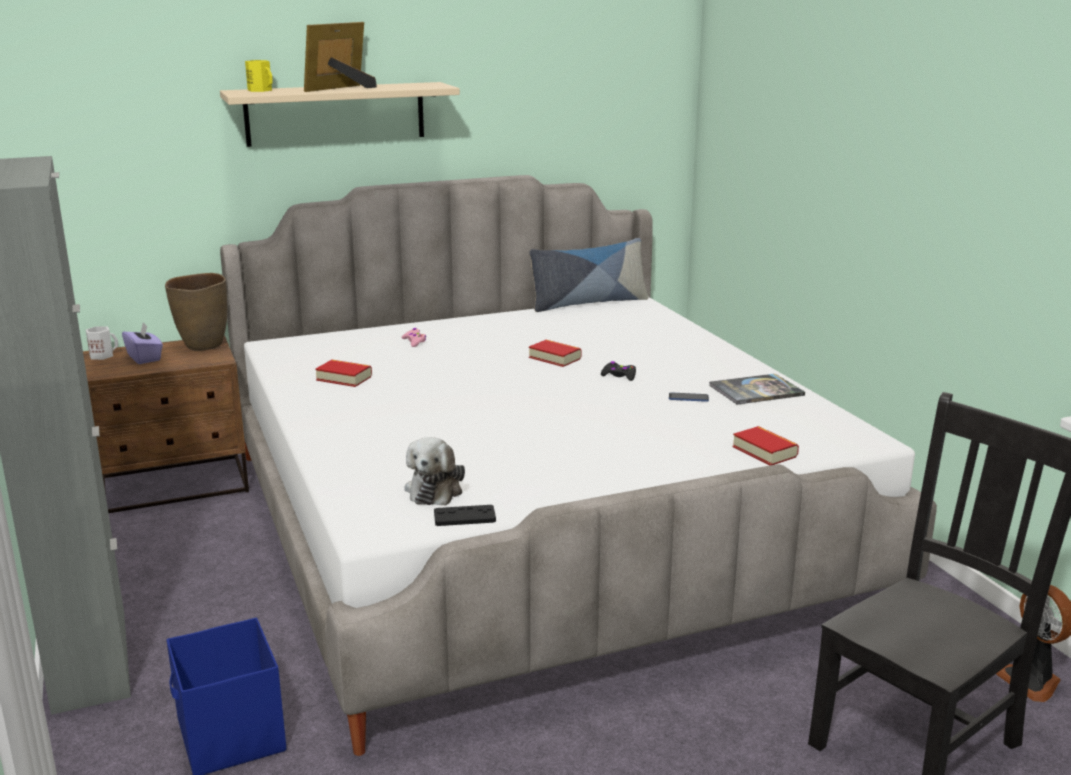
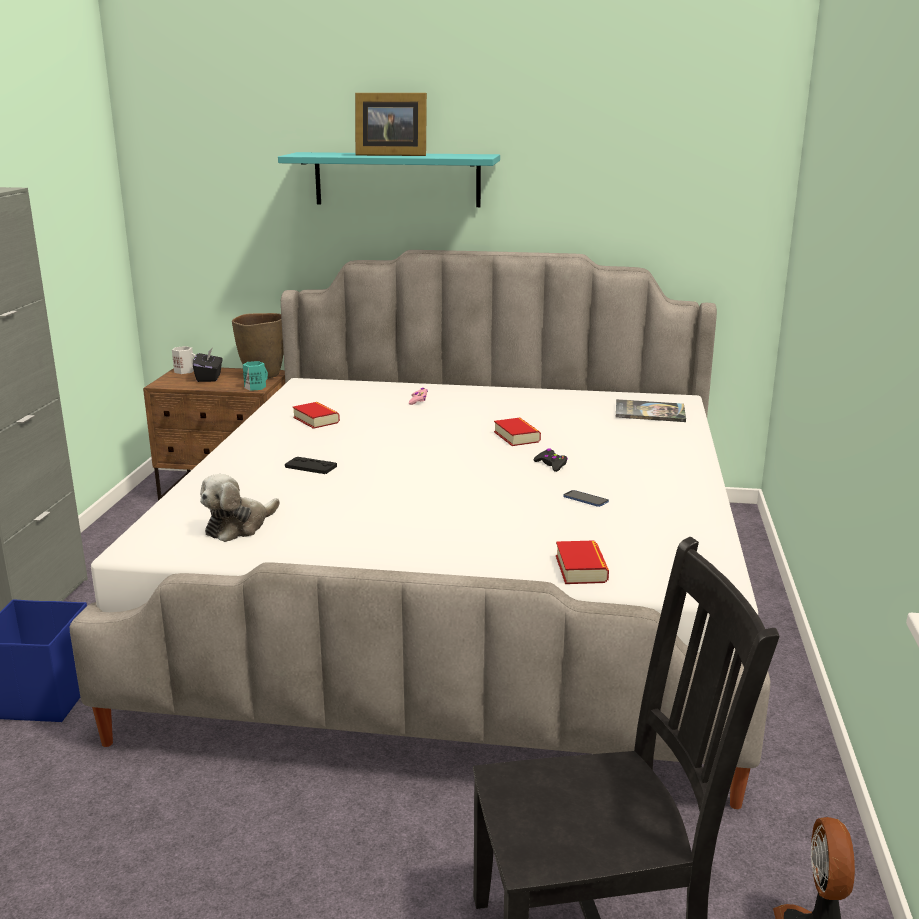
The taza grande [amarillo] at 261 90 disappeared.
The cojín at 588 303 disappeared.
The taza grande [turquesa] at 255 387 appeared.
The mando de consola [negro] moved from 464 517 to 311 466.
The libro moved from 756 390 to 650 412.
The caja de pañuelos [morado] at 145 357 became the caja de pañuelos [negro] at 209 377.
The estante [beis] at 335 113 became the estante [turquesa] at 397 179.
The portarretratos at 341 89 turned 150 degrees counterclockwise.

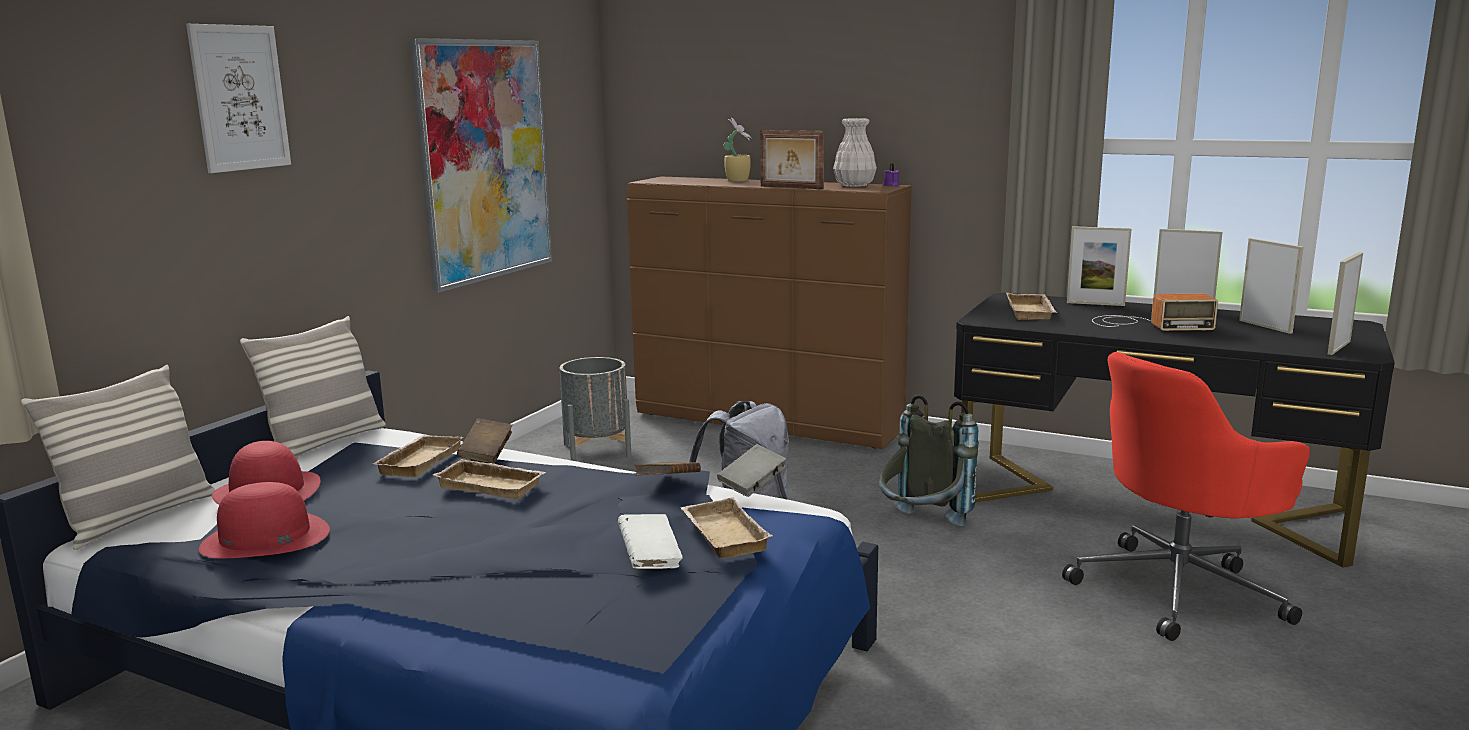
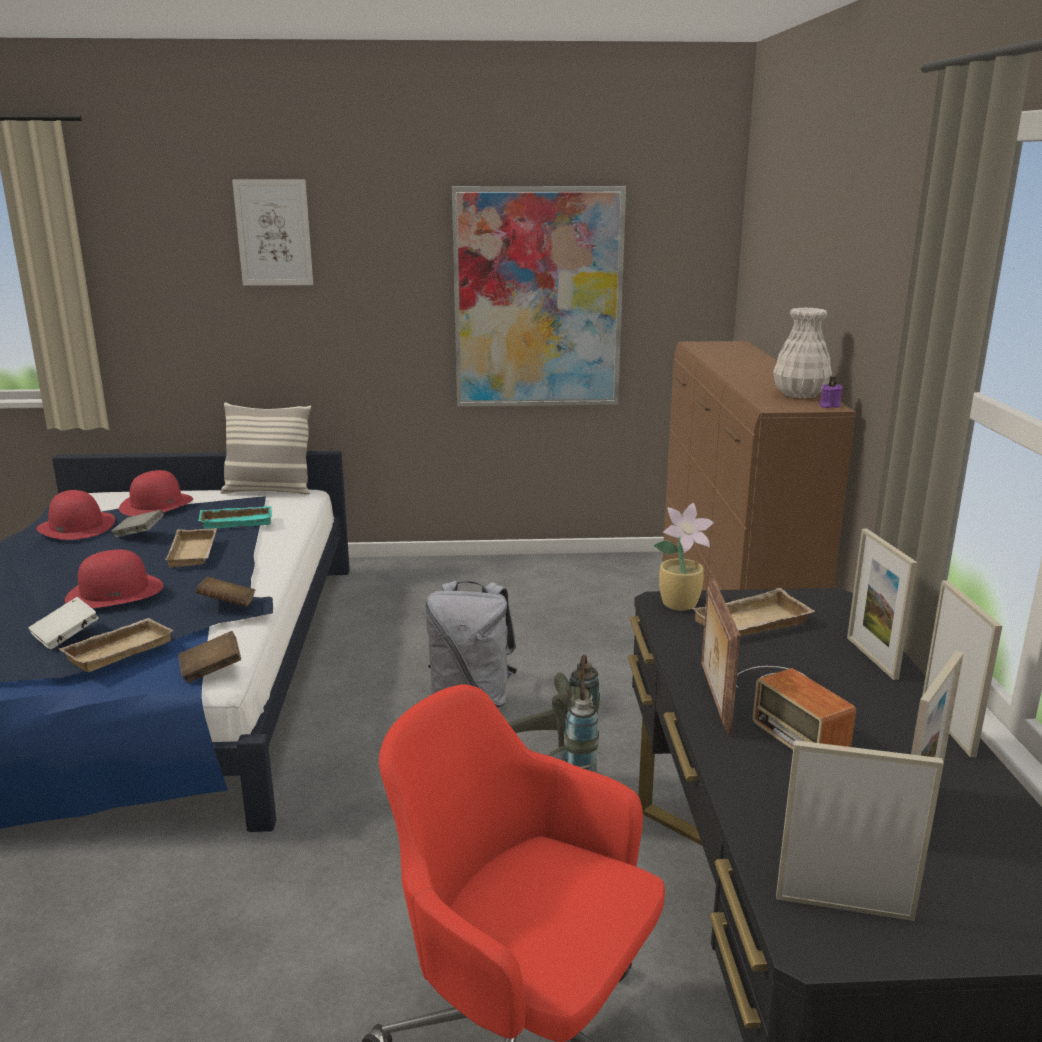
The cojín at 138 518 disappeared.
The maceta [gris] at 597 450 disappeared.
The sombrero [rojo] at 115 592 appeared.
The libro [marrón] moved from 487 454 to 211 670.
The libro [gris] moved from 752 485 to 139 534.
The planta en maceta moved from 738 180 to 681 604.
The portarretratos moved from 791 187 to 713 699.
The bandeja [beis] at 418 461 became the bandeja [turquesa] at 237 521.

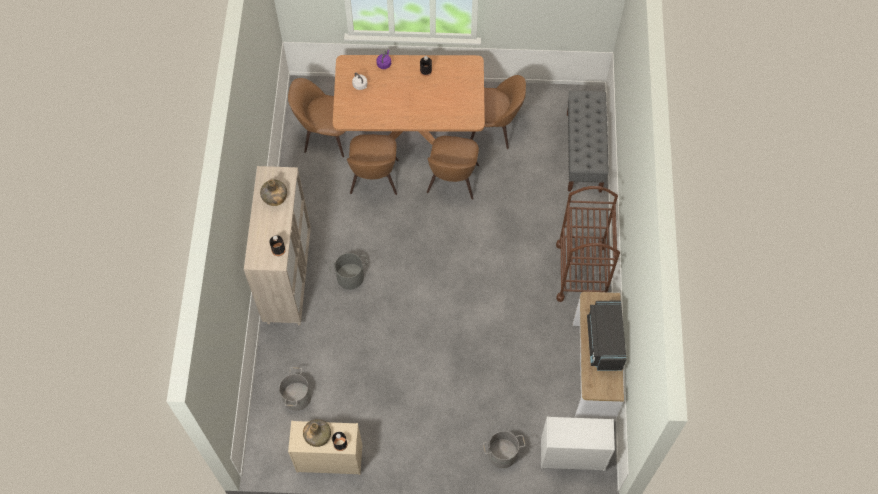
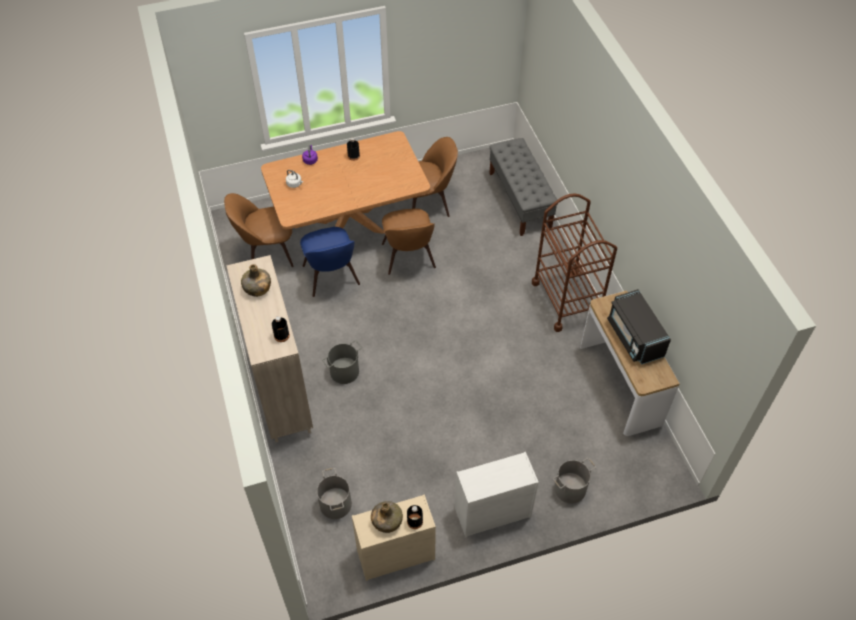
The cómoda [blanco] moved from 571 454 to 491 512.
The silla [marrón] at 374 179 became the silla [azul] at 331 277.

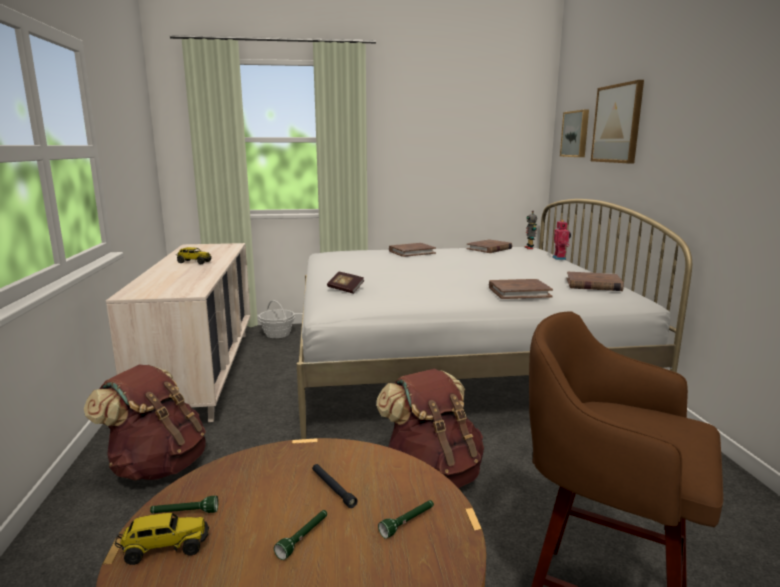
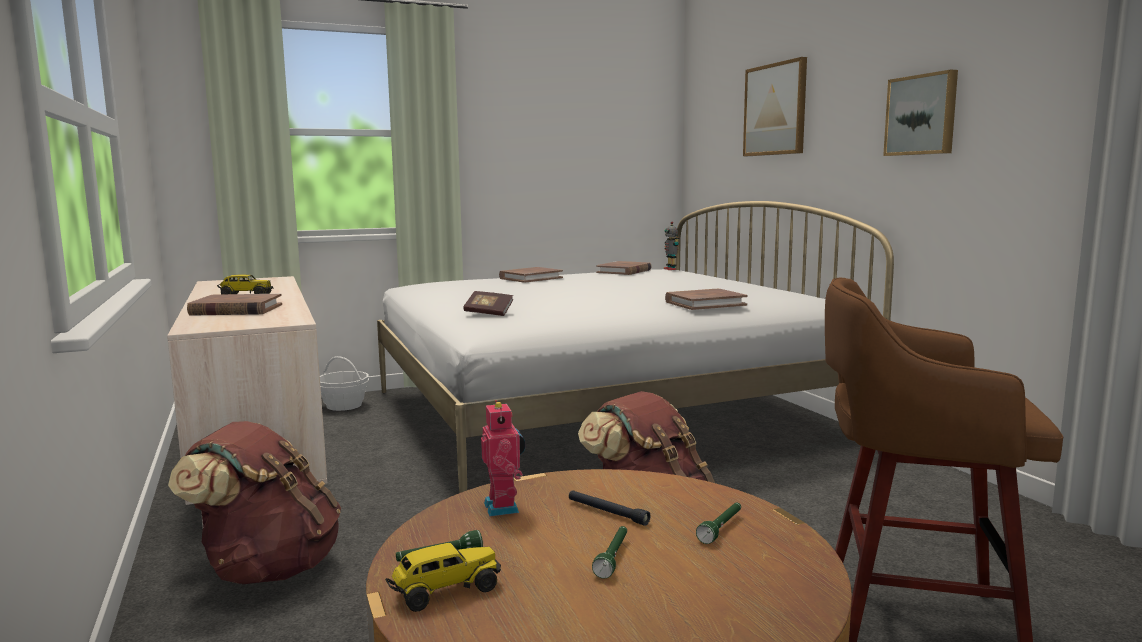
The robot de juguete moved from 560 258 to 504 507.
The cuadro moved from 576 134 to 922 115.
The libro [marrón] moved from 593 285 to 236 310.

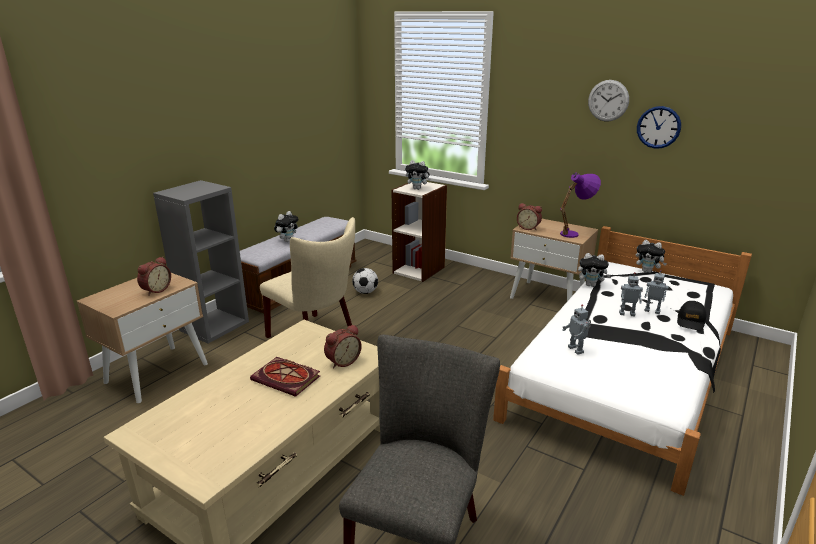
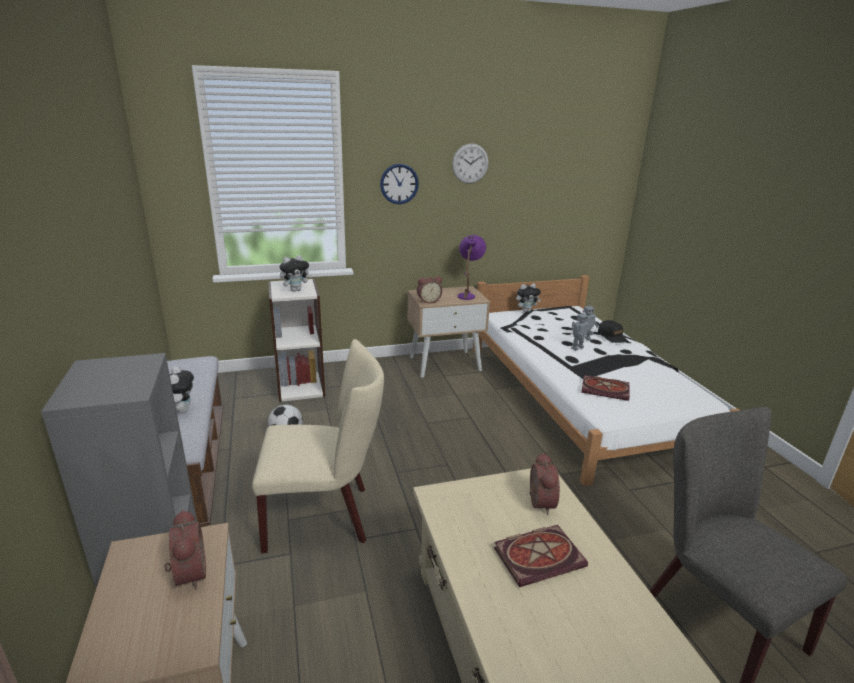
The peluche at 591 285 disappeared.
The reloj de pared moved from 658 127 to 399 184.
The robot de juguete at 576 349 was replaced by the libro at 606 389.

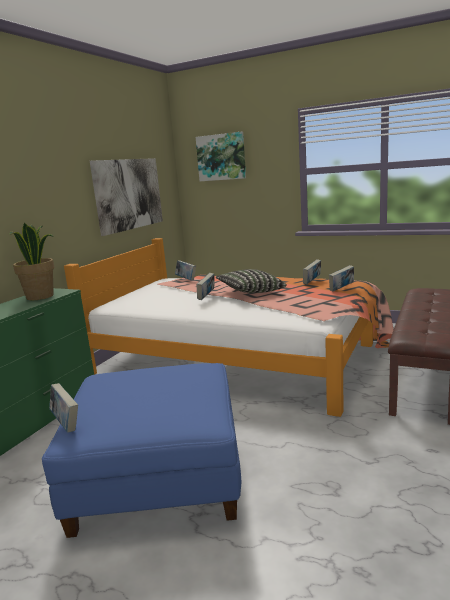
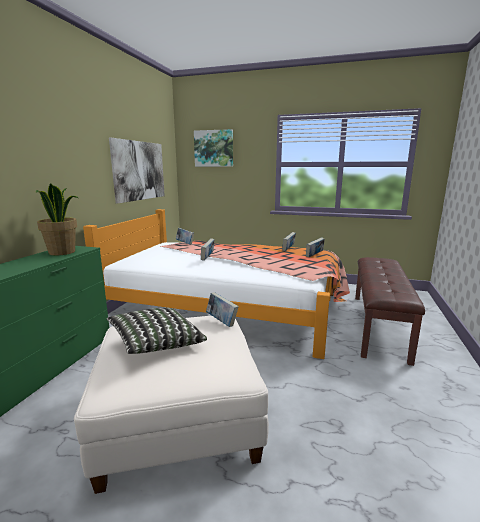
The libro moved from 66 424 to 222 321.
The cojín moved from 250 292 to 156 343.
The puf [azul] at 159 475 became the puf [blanco] at 179 418.

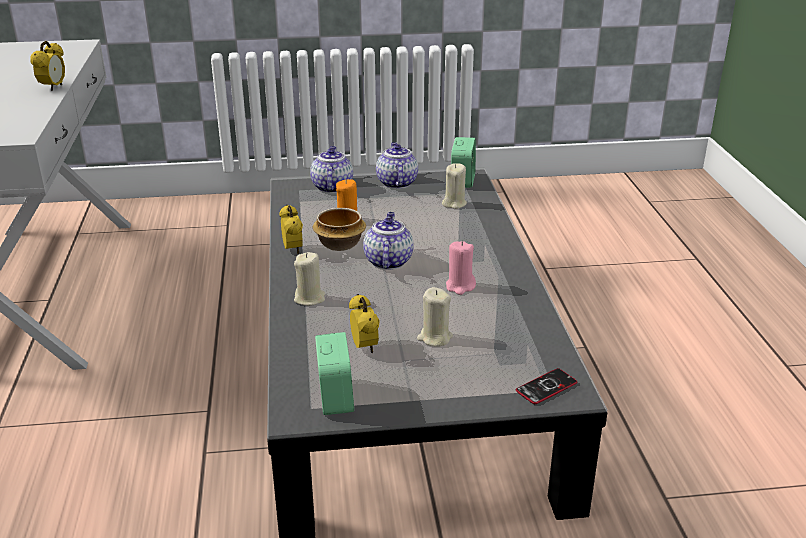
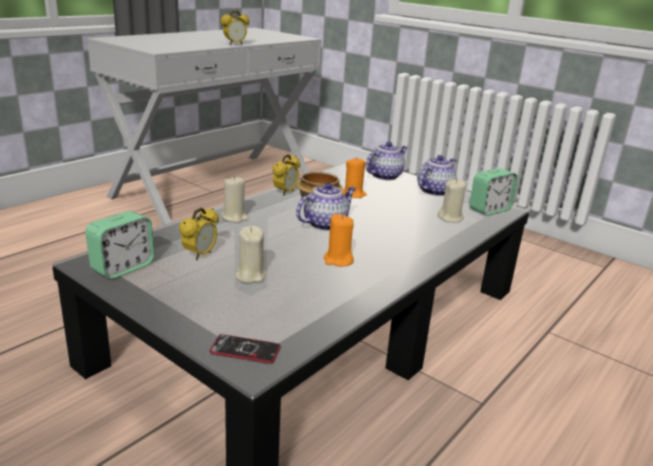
The vela [rosa] at 460 286 became the vela [naranja] at 338 260.

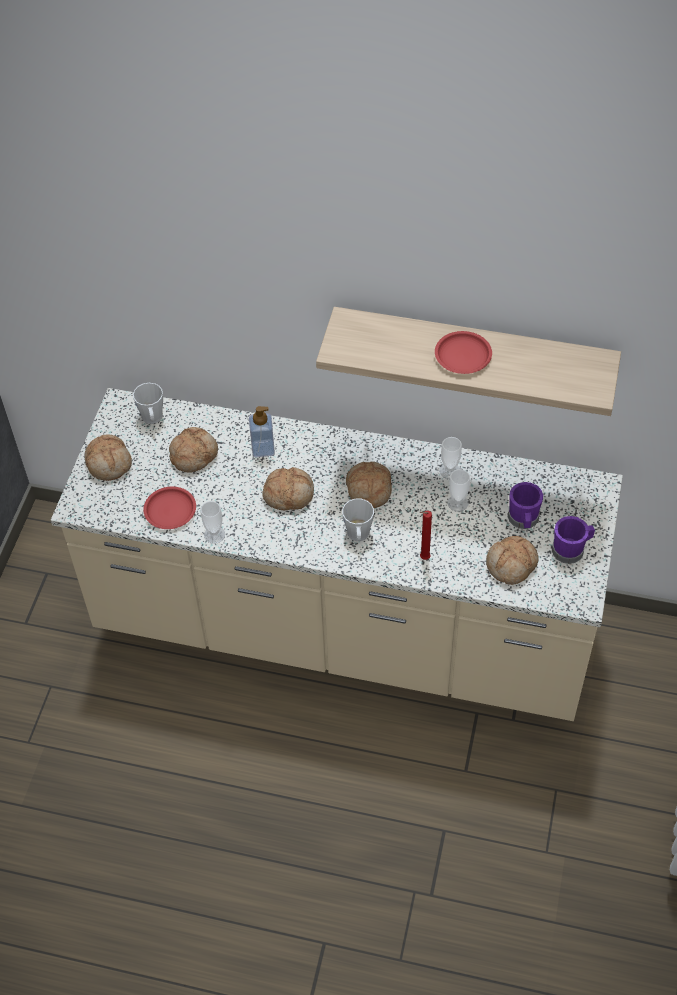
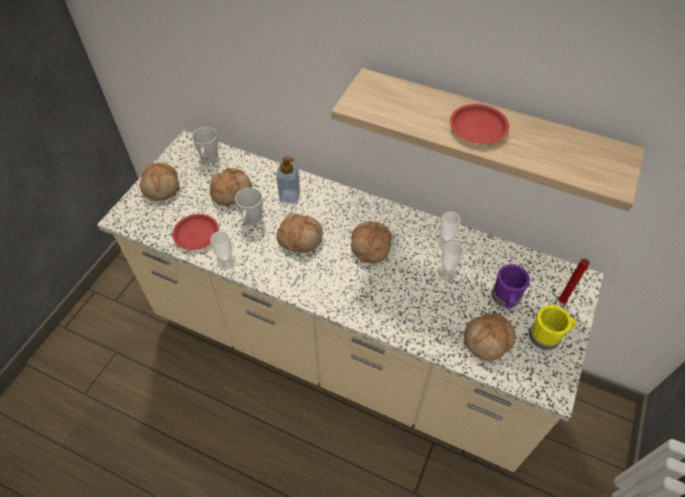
The taza grande [gris] moved from 358 536 to 251 220.
The vela [rojo] moved from 423 558 to 559 302.
The taza grande [morado] at 571 549 became the taza grande [amarillo] at 547 336.

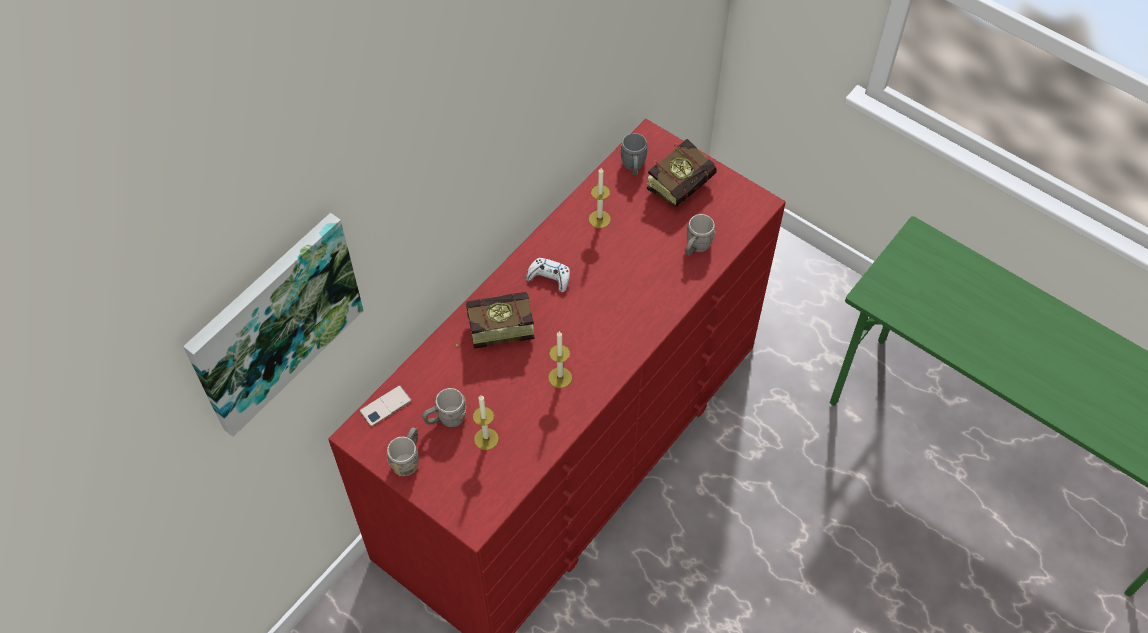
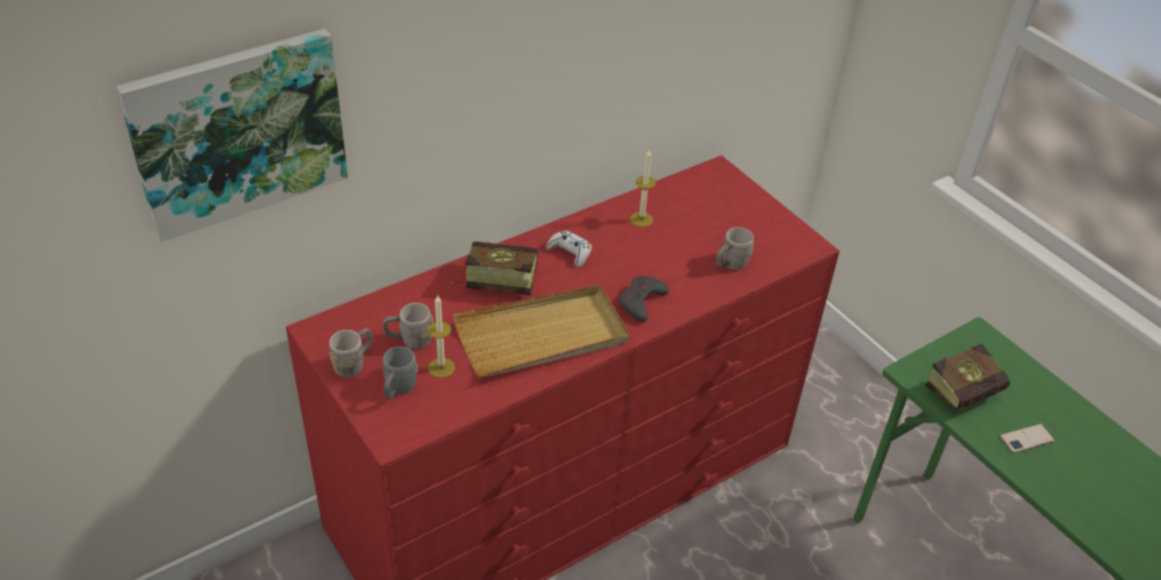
The mando de consola [gris] at 641 302 appeared.
The móvil moved from 385 406 to 1026 439.
The taza grande [gris] moved from 633 166 to 398 389.
The libro moved from 684 183 to 968 392.
The vela at 560 377 was replaced by the bandeja [beis] at 542 336.

